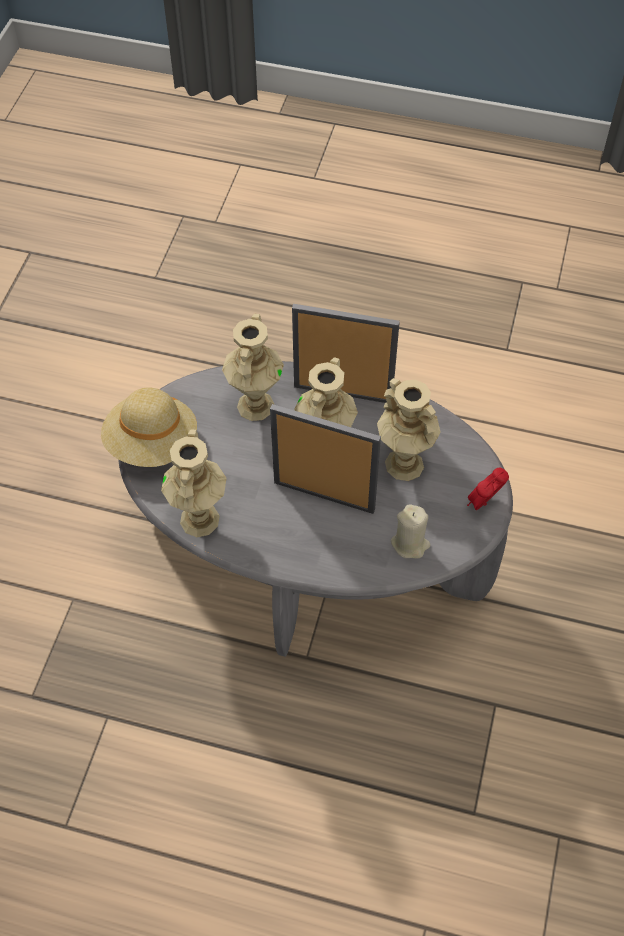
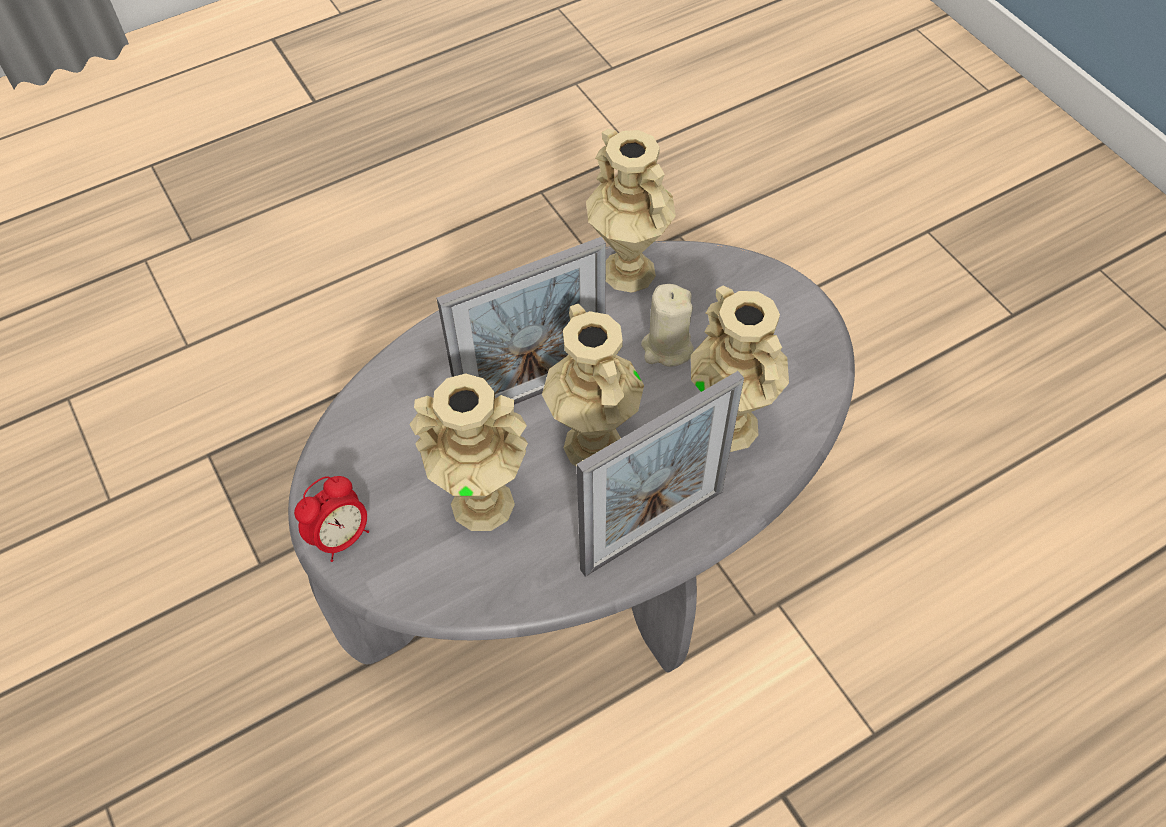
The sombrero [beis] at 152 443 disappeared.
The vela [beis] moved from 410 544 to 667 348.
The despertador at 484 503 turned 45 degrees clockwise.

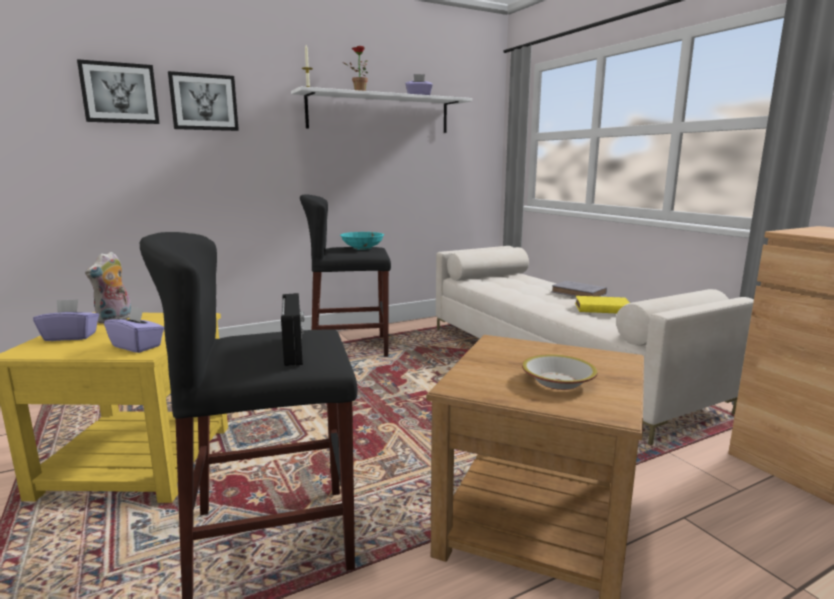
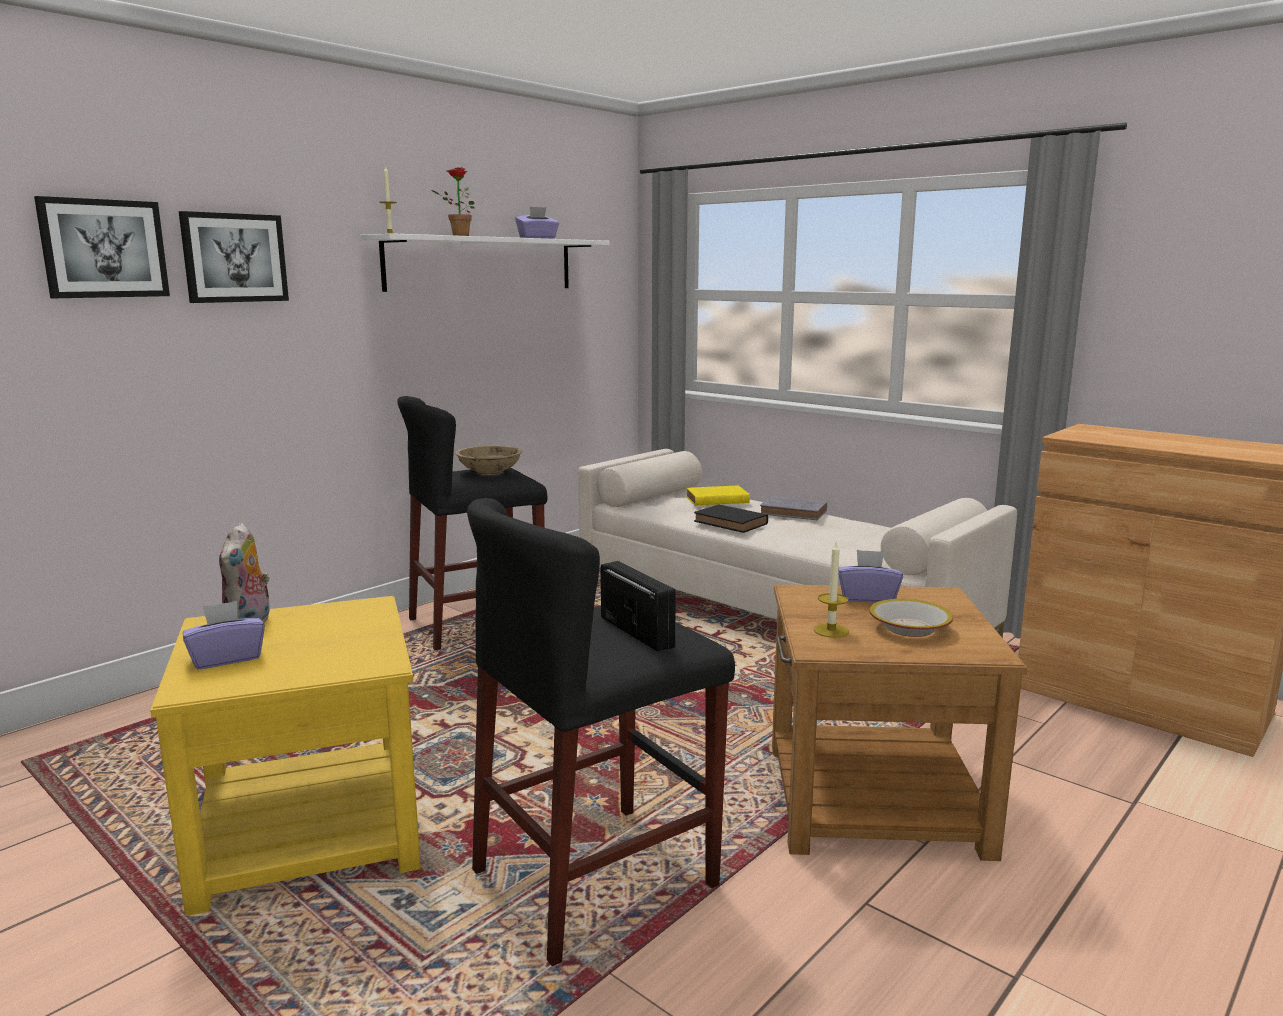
The libro [negro] at 732 523 appeared.
The vela at 831 630 appeared.
The caja de pañuelos [morado] moved from 137 346 to 867 597.
The libro [amarillo] moved from 600 308 to 715 500.
The cuenco [turquesa] at 362 248 became the cuenco [beis] at 490 472.

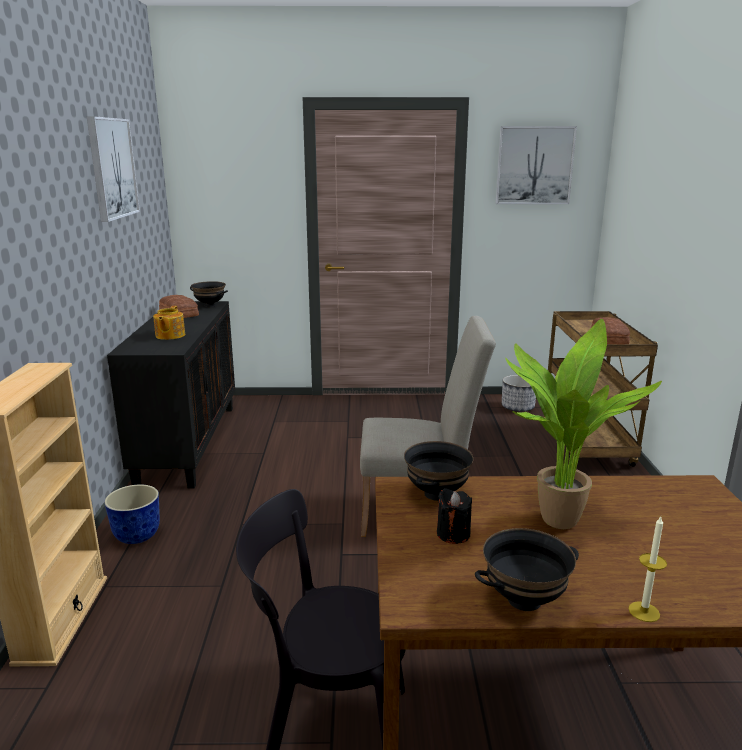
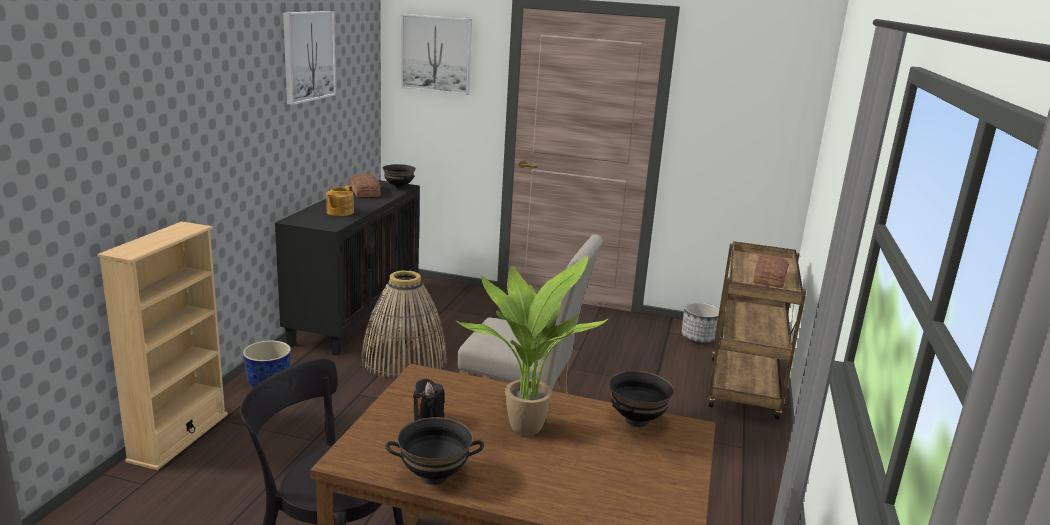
The vela at 644 611 disappeared.
The cesta at 404 359 appeared.
The cuenco [negro] moved from 436 494 to 636 420.
The cuadro moved from 534 165 to 436 54.

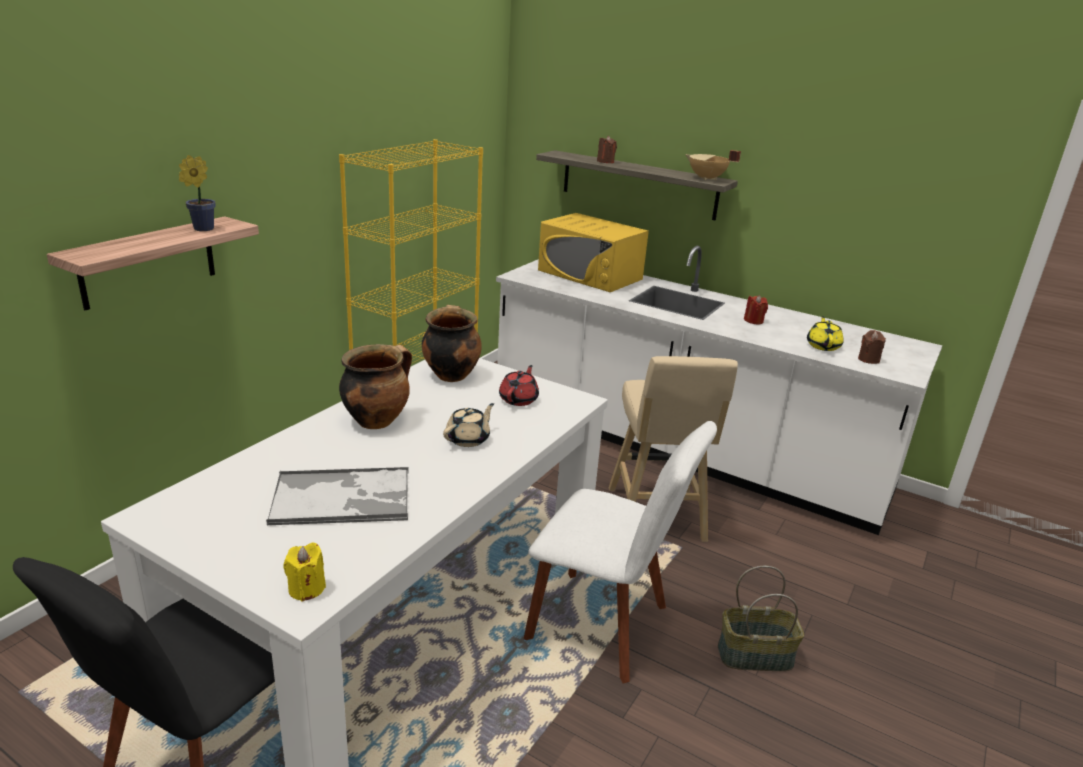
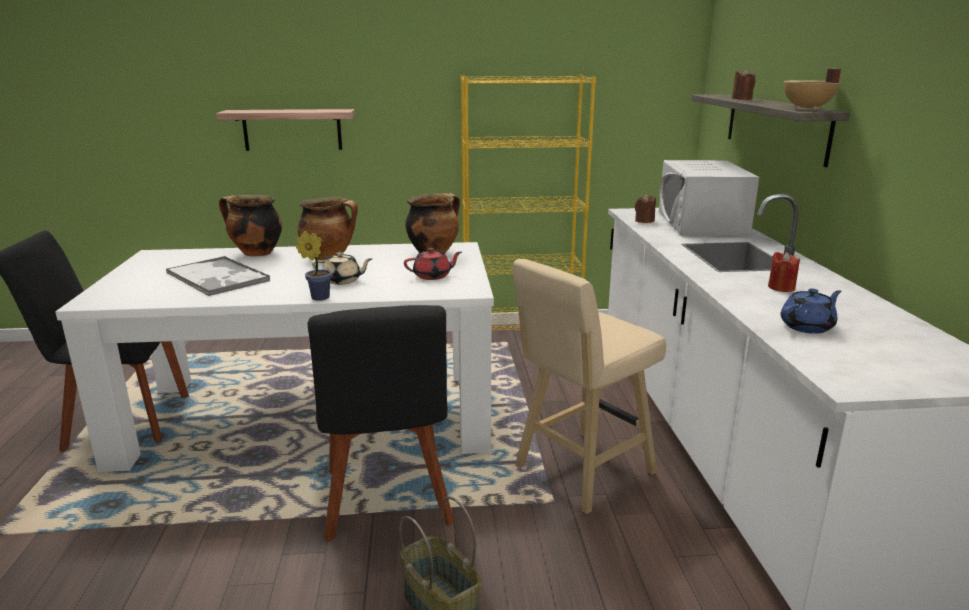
The vela [amarillo] at 306 589 disappeared.
The olla at 255 253 appeared.
The planta en maceta moved from 201 229 to 318 297.
The vela [marrón] moved from 868 359 to 644 221.
The silla [blanco] at 604 626 became the silla [negro] at 387 502.
The microondas [amarillo] at 590 275 became the microondas [blanco] at 701 223.
The tetera [amarillo] at 823 346 became the tetera [azul] at 807 327.

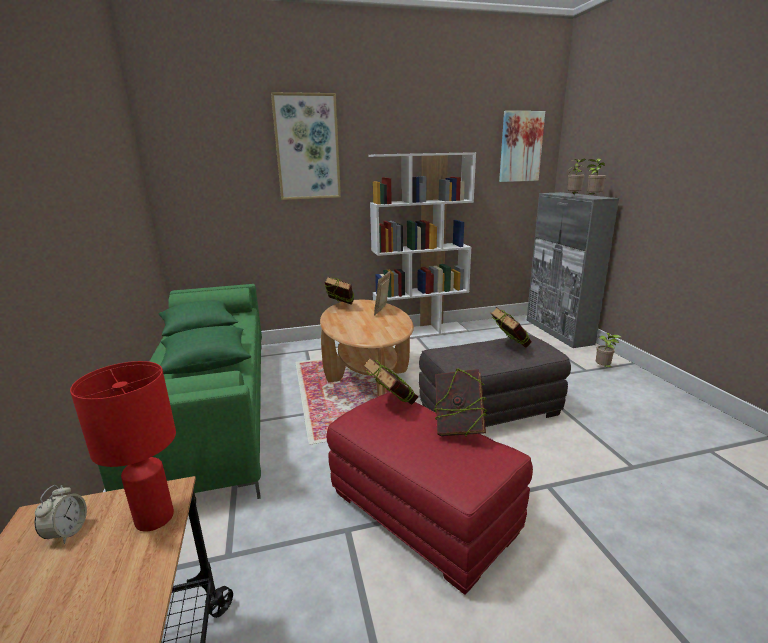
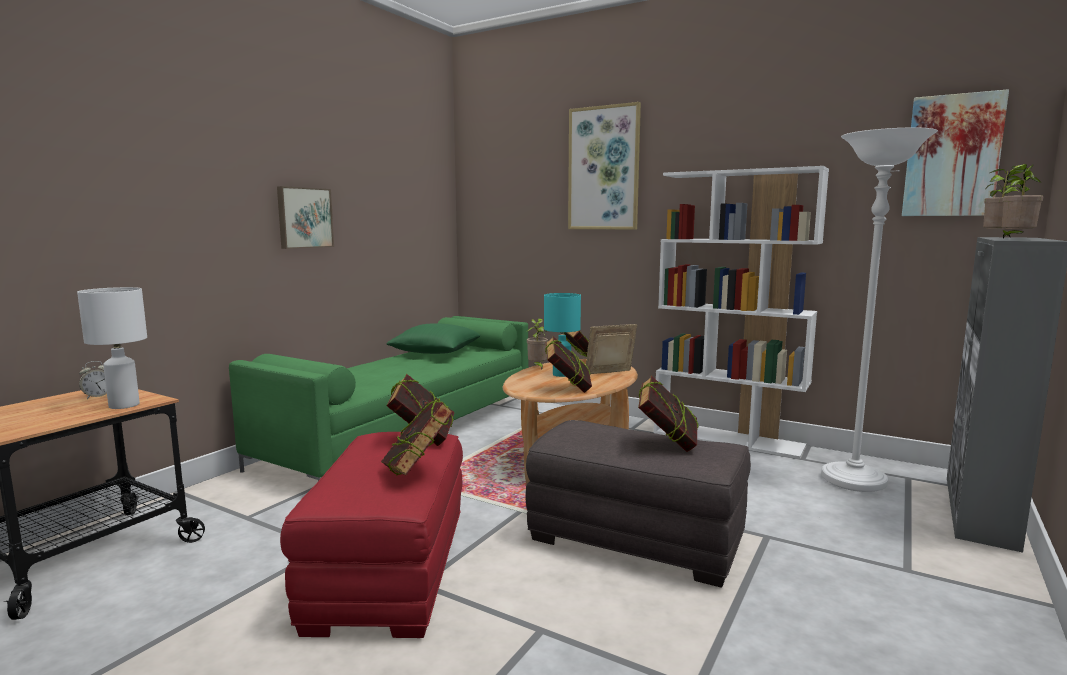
The cojín [verde] at 206 362 disappeared.
The cuadro at 304 218 appeared.
The lámpara de mesa [turquesa] at 561 374 appeared.
The libro at 568 389 appeared.
The lámpara de pie [blanco] at 853 481 appeared.
The planta en maceta moved from 603 368 to 537 367.
The lámpara de mesa [rojo] at 154 518 became the lámpara de mesa [blanco] at 123 405.

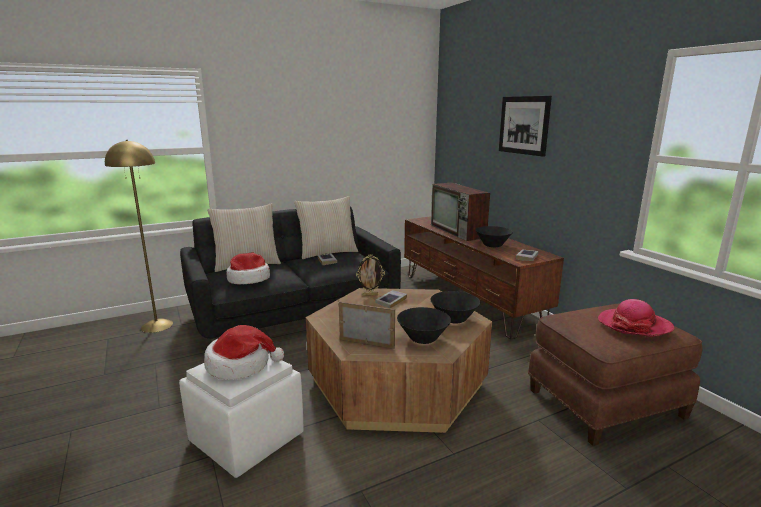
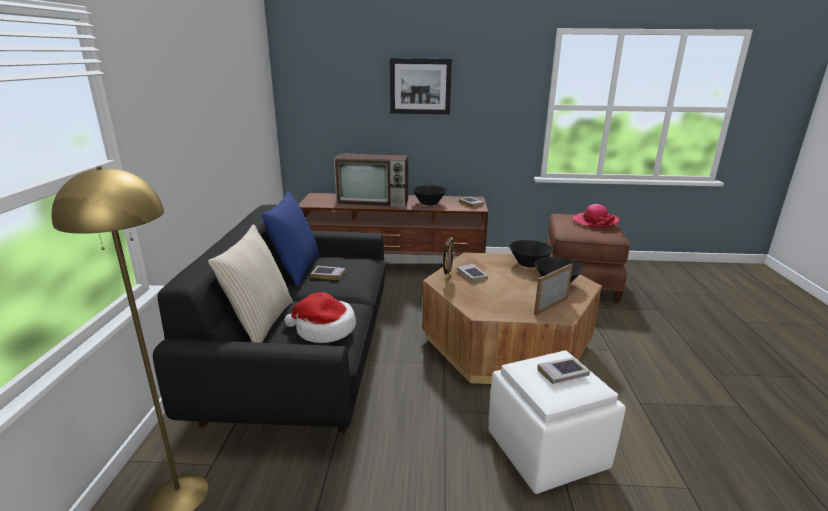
The sombrero at 240 365 was replaced by the libro at 562 374.
The cojín [beis] at 327 253 became the cojín [azul] at 296 269.

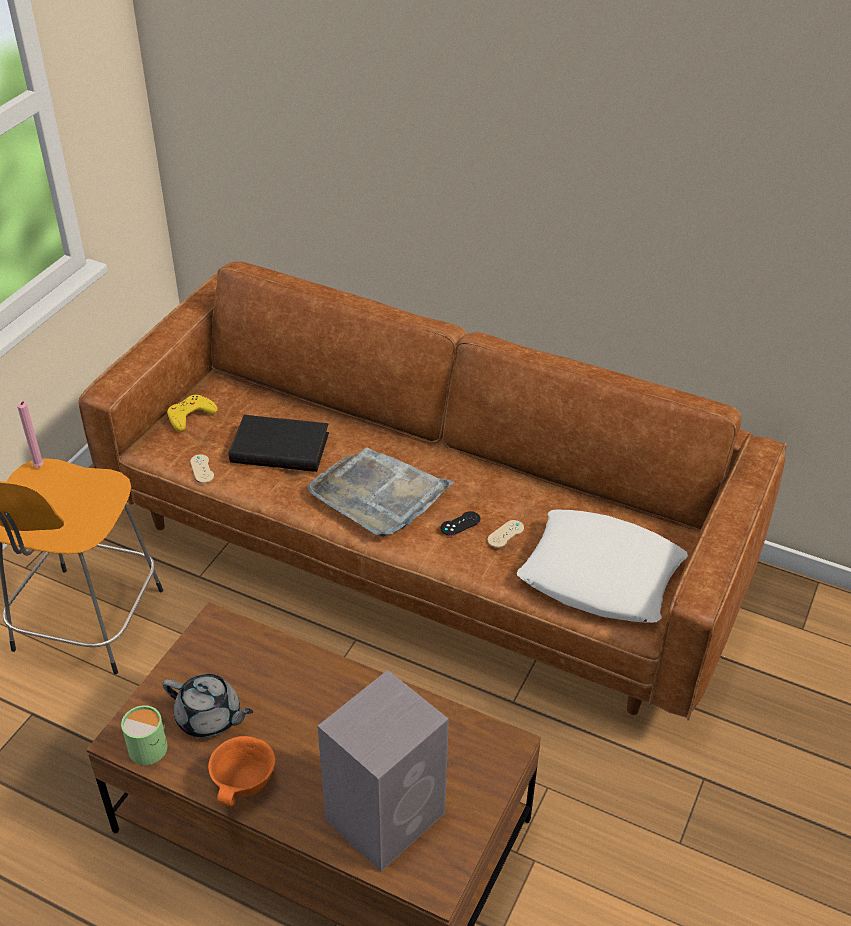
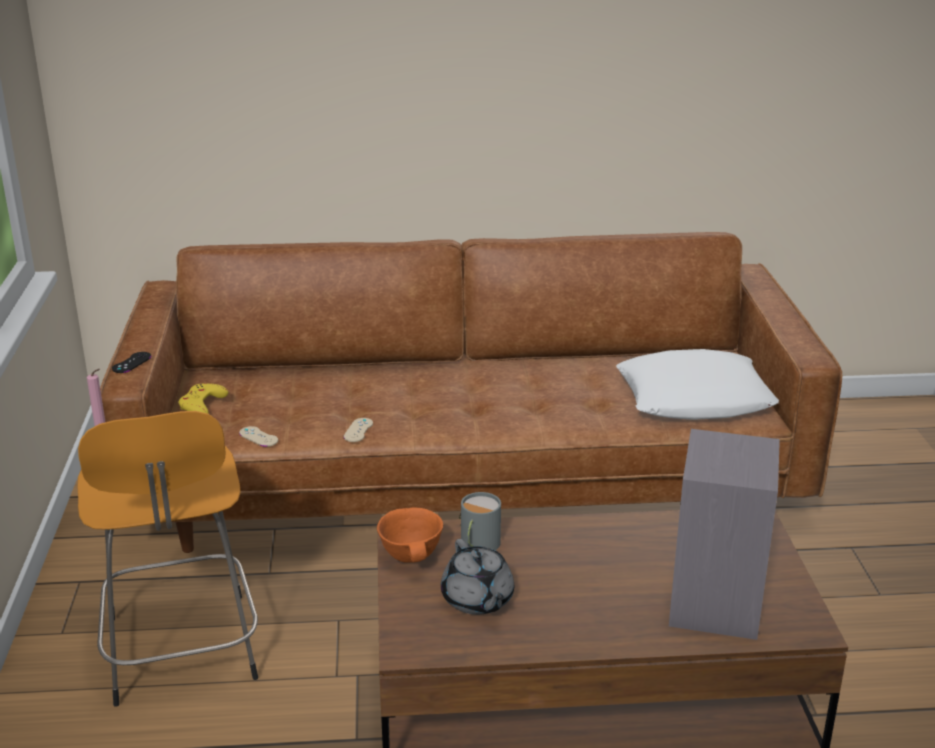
The taza grande [verde] at 150 745 disappeared.
The libro [negro] at 281 446 disappeared.
The bandeja [gris] at 379 495 disappeared.
The taza grande [gris] at 477 544 appeared.
The cuenco [naranja] moved from 245 785 to 412 557.
The mando de consola [negro] moved from 460 523 to 131 363.
The mando de consola [beis] moved from 505 534 to 358 430.
The tetera [gris] at 210 718 turned 75 degrees clockwise.

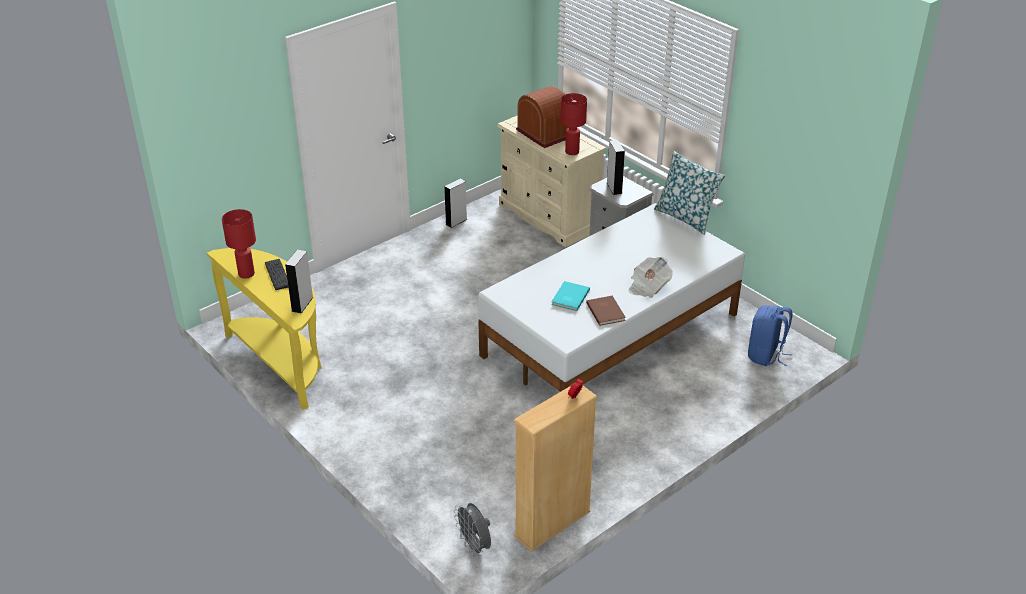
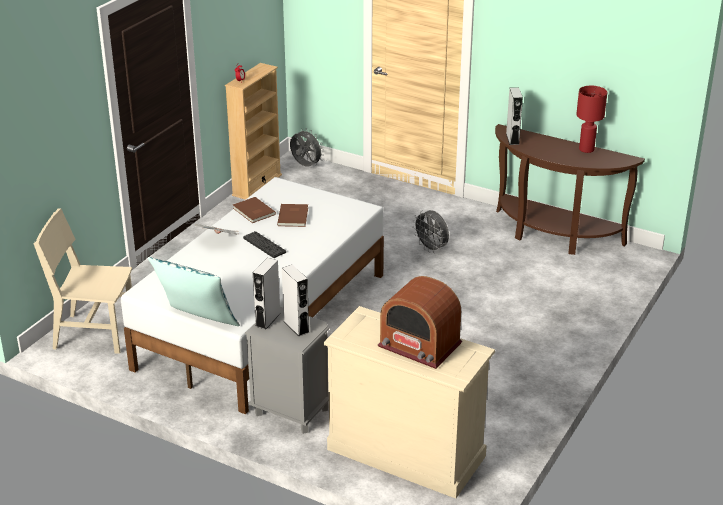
The lámpara de mesa [rojo] at 571 152 disappeared.
The ventilador [gris] at 431 249 appeared.
The teclado moved from 277 275 to 264 245.
The altavoz [gris] moved from 456 222 to 267 319.
The mochila [azul] at 766 355 was replaced by the silla [beis] at 94 333.
The mesa consola [amarillo] at 281 363 became the mesa consola [marrón] at 553 235.
The libro [turquesa] at 569 297 became the libro [marrón] at 294 216.

